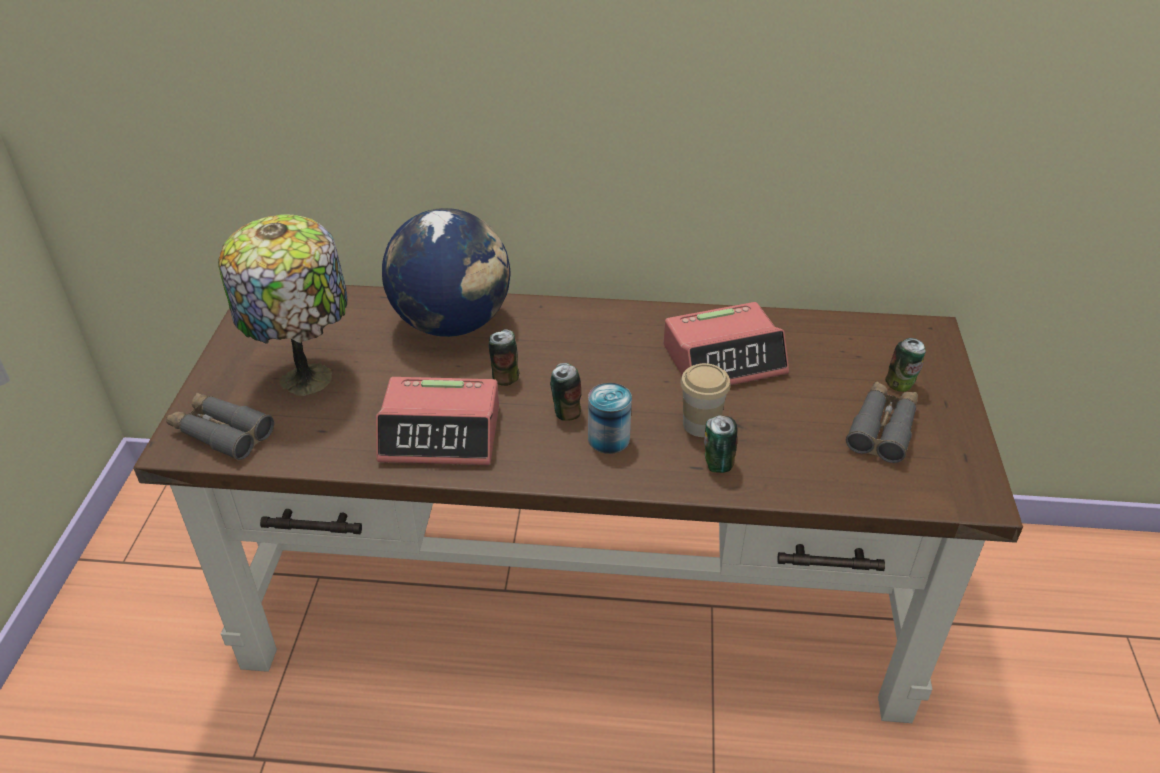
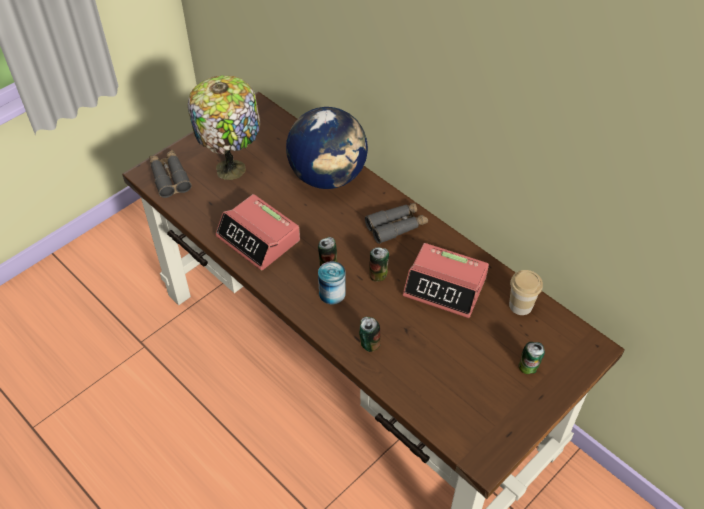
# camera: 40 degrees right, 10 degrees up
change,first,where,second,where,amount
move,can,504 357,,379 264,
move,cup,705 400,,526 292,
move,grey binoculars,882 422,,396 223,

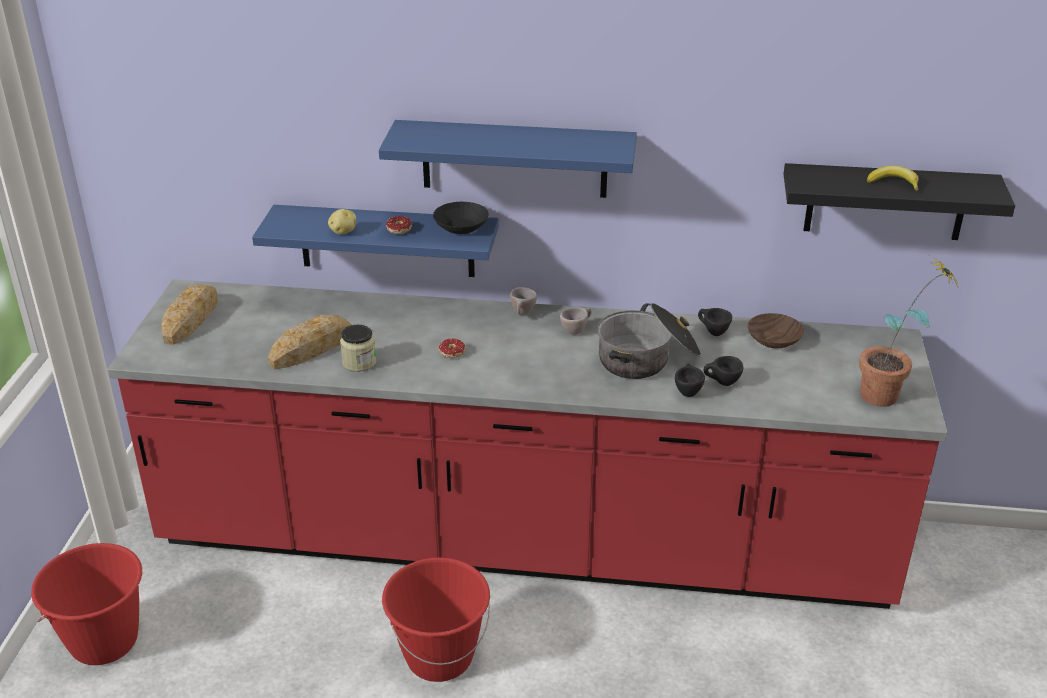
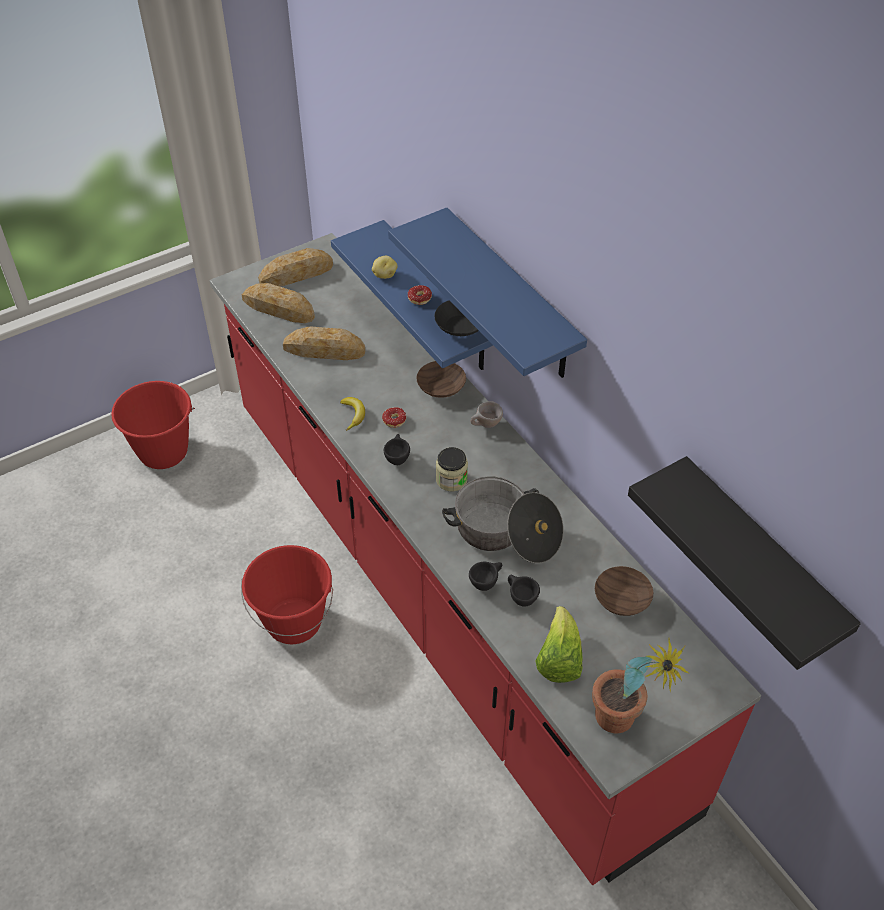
# camera: 50 degrees right, 15 degrees up
change,first,where,second,where,amount
move,banana,892 178,,352 414,
delete,beige cup,576 321,,,
move,black cup,715 322,,397 449,
move,jar,358 348,,452 469,
insert,,,bread,278 303,
insert,,,brown bowl,441 379,
insert,,,lettuce,559 644,

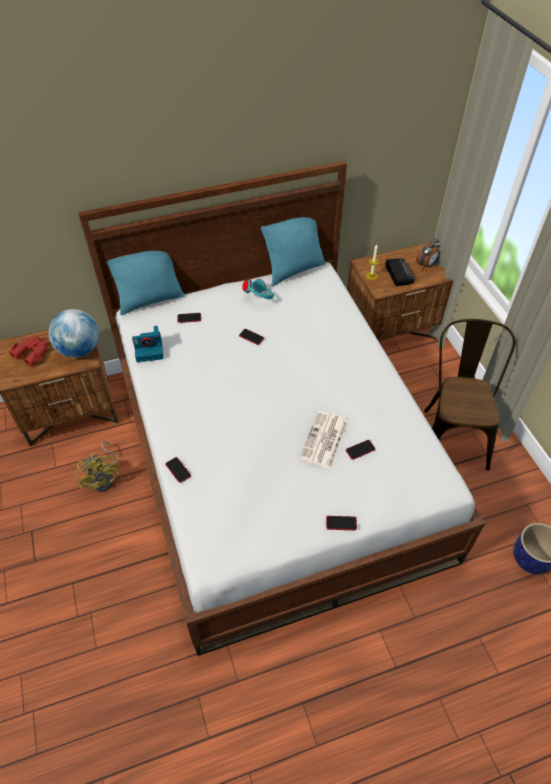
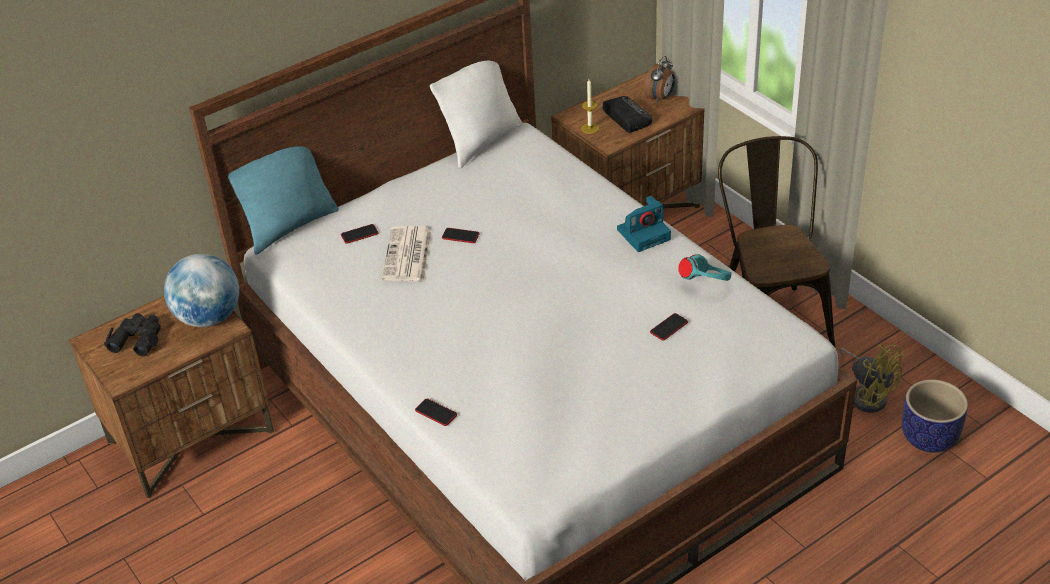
# camera: 15 degrees left, 10 degrees down
change,first,where,second,where,amount
recolor,turquoise pillow,293 251,white pillow,476 114,
move,turquoise headphones,258 289,,705 267,
move,photo camera,147 344,,644 224,
recolor,red binoculars,29 351,black binoculars,132 334,
move,newspaper,323 440,,407 253,
move,yellow fan,97 466,,871 378,
delete,phone,341 523,,,

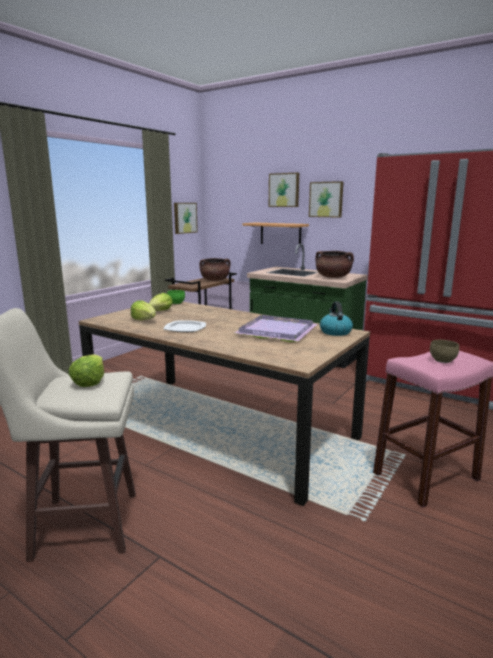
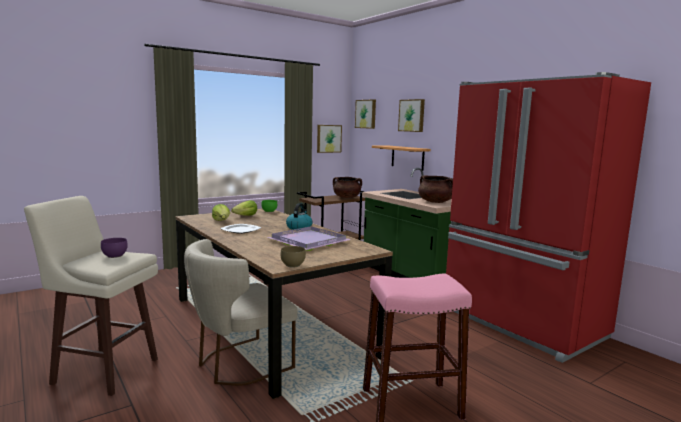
# camera: 20 degrees right, 5 degrees down
change,first,where,second,where,amount
move,picture,326 199,,365 114,
move,kettle,336 319,,299 216,
move,brown bowl,444 351,,293 256,
replace,lettuce,86 370,purple bowl,114 248,
insert,,,beige chair,241 312,

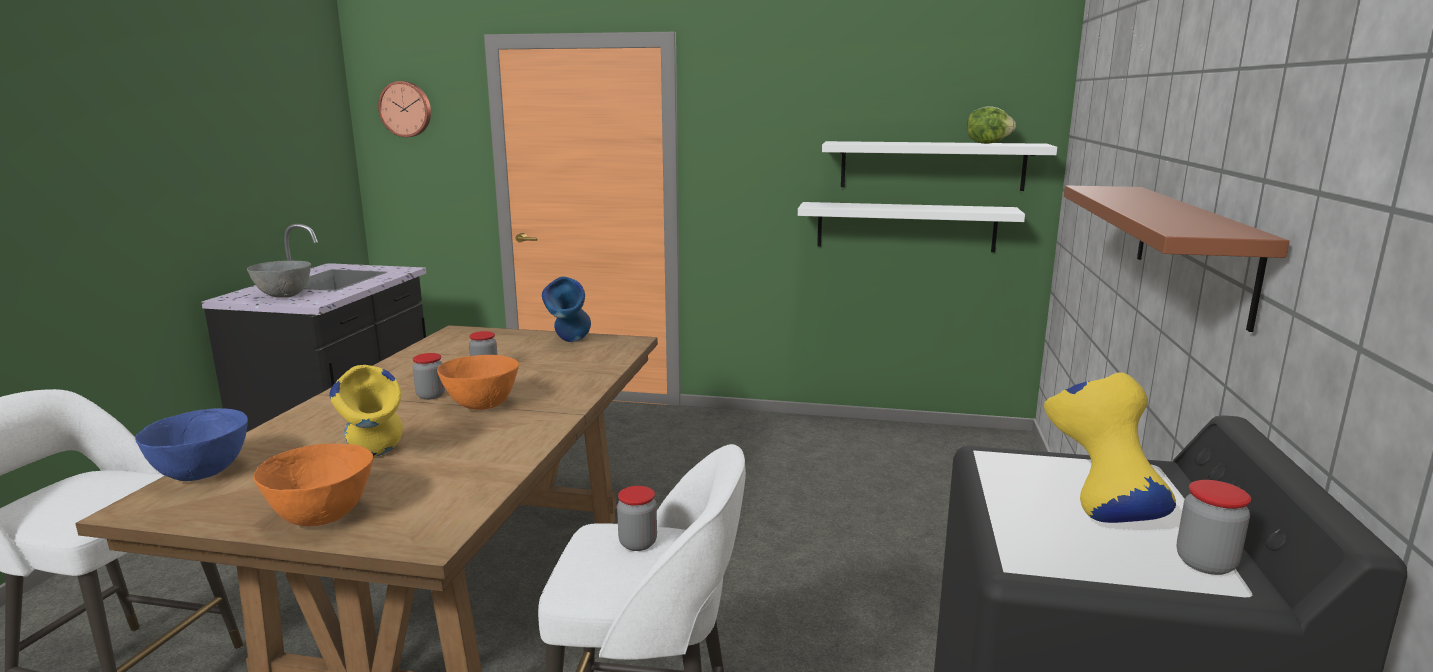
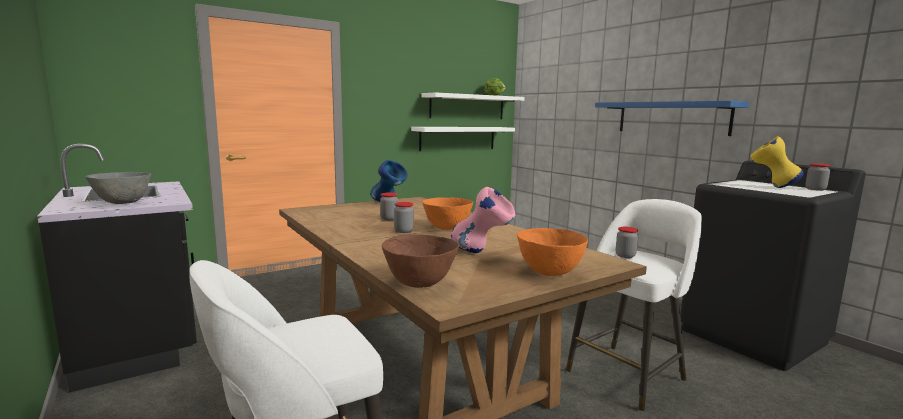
# camera: 45 degrees left, 5 degrees down
change,first,where,second,where,amount
delete,wall clock,404 109,,,
recolor,brown shelf,1176 258,blue shelf,672 118,
recolor,yellow vase,366 411,pink vase,483 220,
recolor,blue bowl,191 444,brown bowl,420 261,

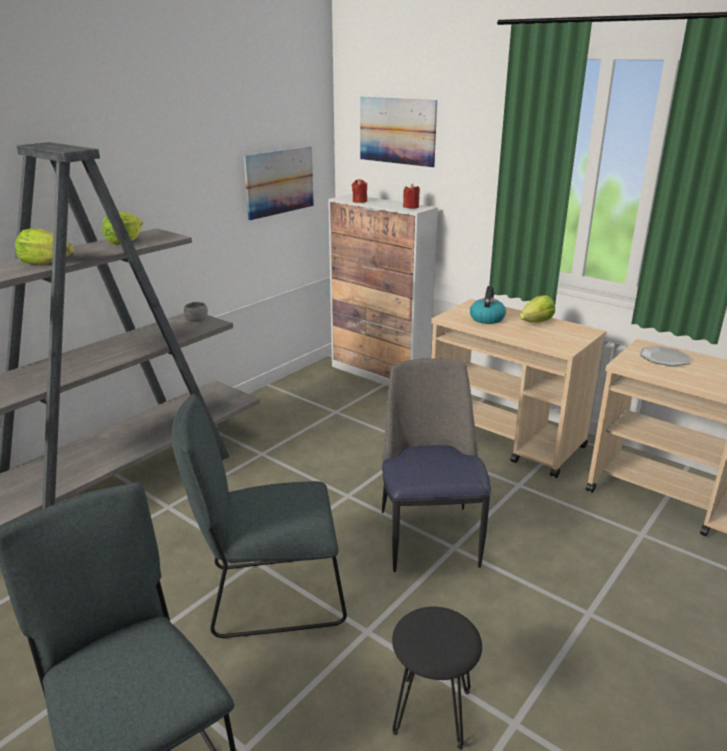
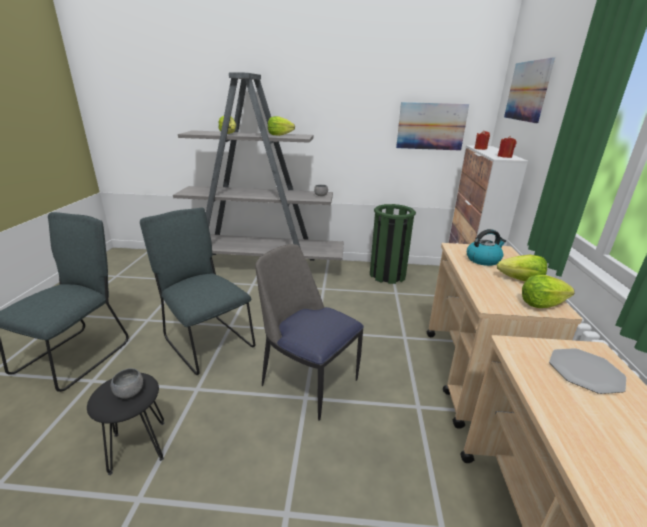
# camera: 55 degrees right, 0 degrees up
change,first,where,second,where,amount
rotate,chair,436 465,,309 332,105 degrees counterclockwise
insert,,,green trash can,393 244,
insert,,,lettuce,548 291,
insert,,,grey bowl,127 383,

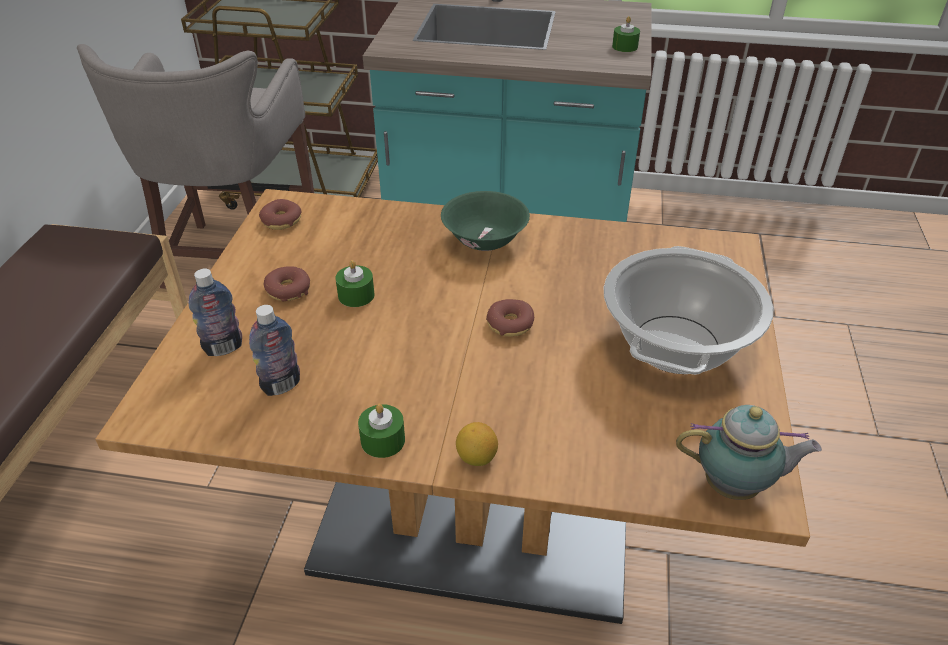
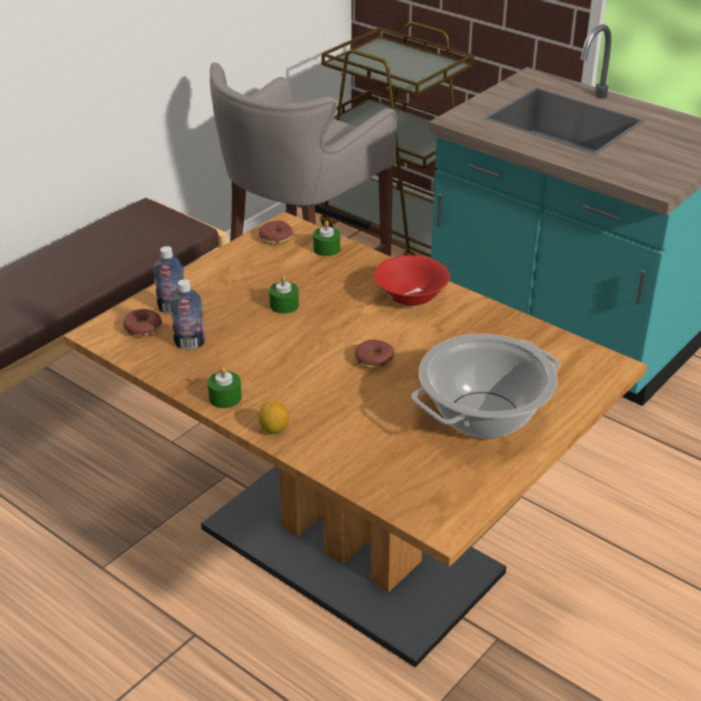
# camera: 30 degrees right, 5 degrees down
change,first,where,second,where,amount
move,green candle,626 34,,326 238,
recolor,green bowl,485 221,red bowl,412 280,
move,donut,287 283,,142 323,
delete,teapot,749 452,,,

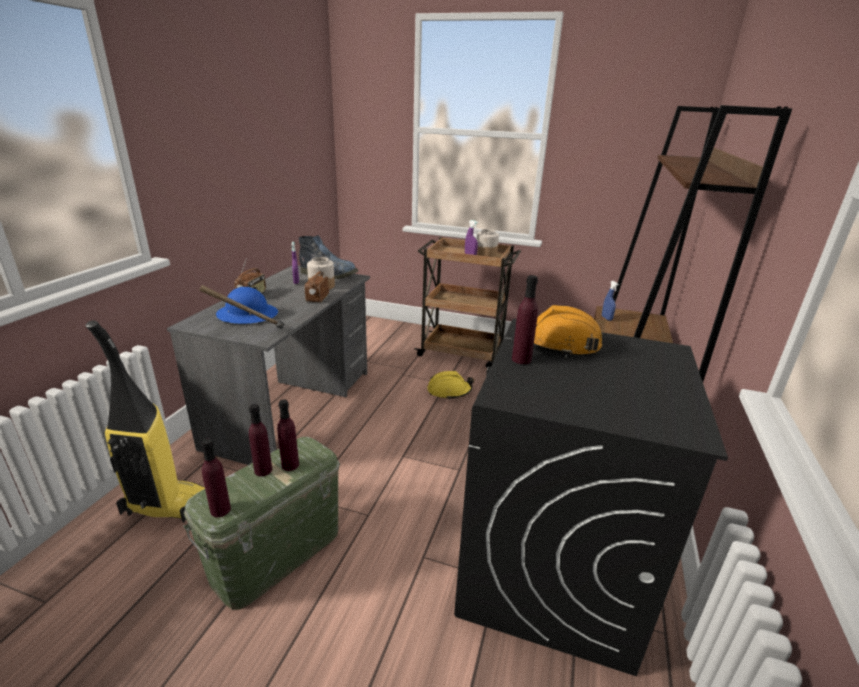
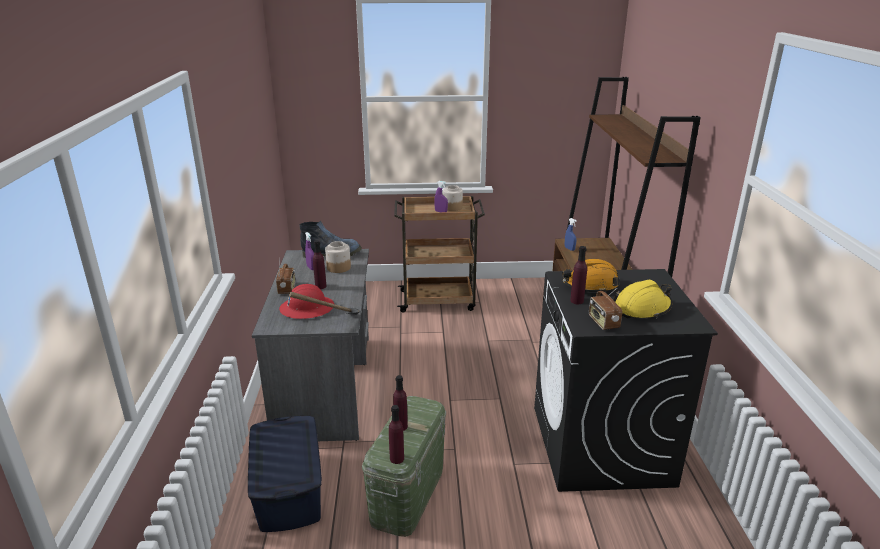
# camera: 20 degrees left, 0 degrees up
change,first,where,second,where,amount
move,radio,316 284,,605 309,
recolor,blue hard hat,247 305,red hard hat,306 301,
replace,vacuum cleaner,145 422,blue storage box,285 474,
move,yellow hard hat,450 385,,642 299,
move,purple bottle,288 435,,319 264,

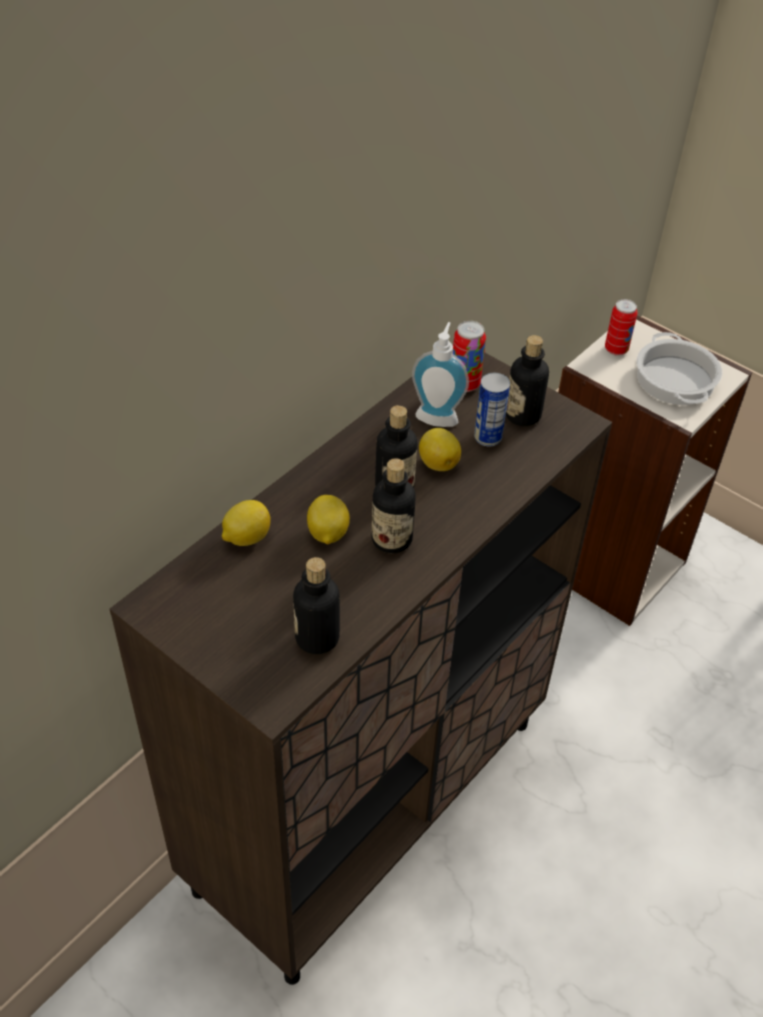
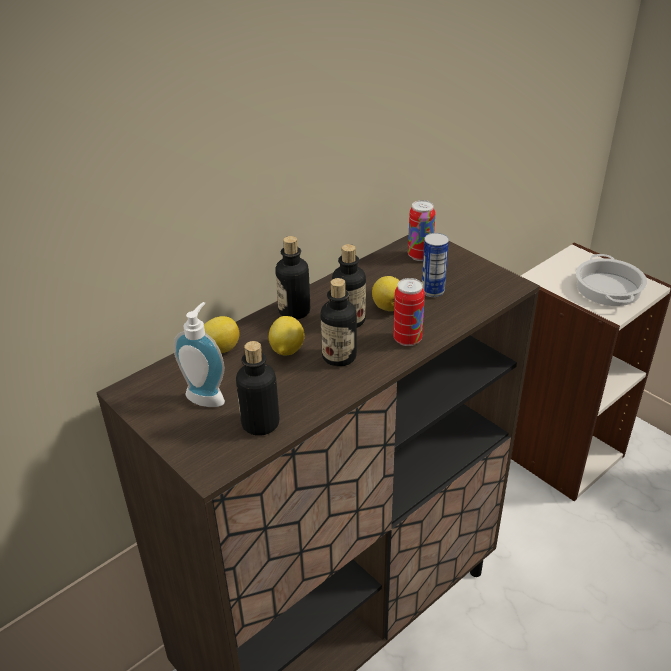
# camera: 10 degrees right, 10 degrees down
change,first,where,second,where,amount
move,can,621 327,,409 312,
move,soap dispenser,440 374,,199 354,
move,bottle,527 380,,292 277,

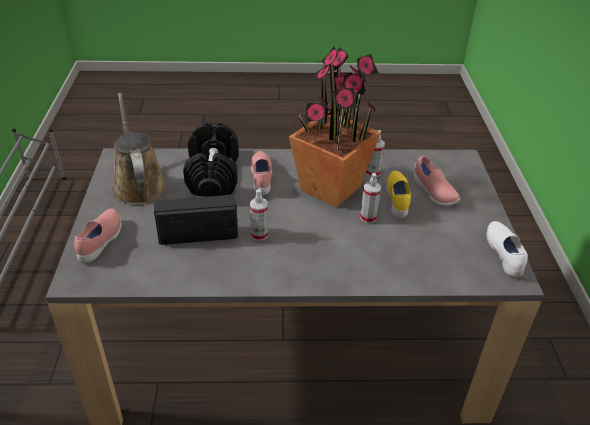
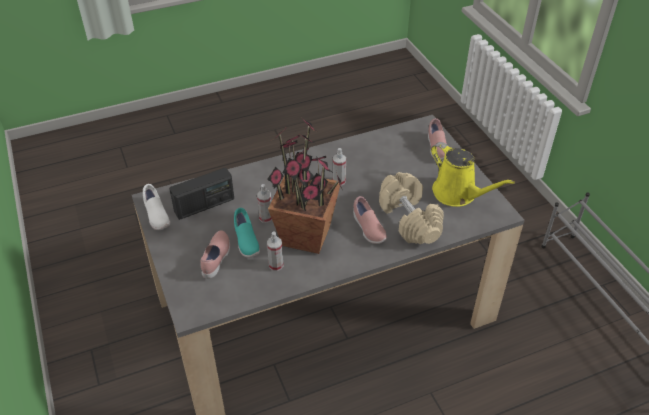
# camera: 160 degrees right, 5 degrees up
change,first,where,second,where,amount
recolor,brown watering can,139 149,yellow watering can,473 174,
recolor,black dumbbell,211 160,beige dumbbell,411 208,
rotate,pink shoe,437 181,,215 254,60 degrees clockwise
recolor,yellow shoe,398 194,turquoise shoe,247 233,
move,radio,196 220,,201 194,

